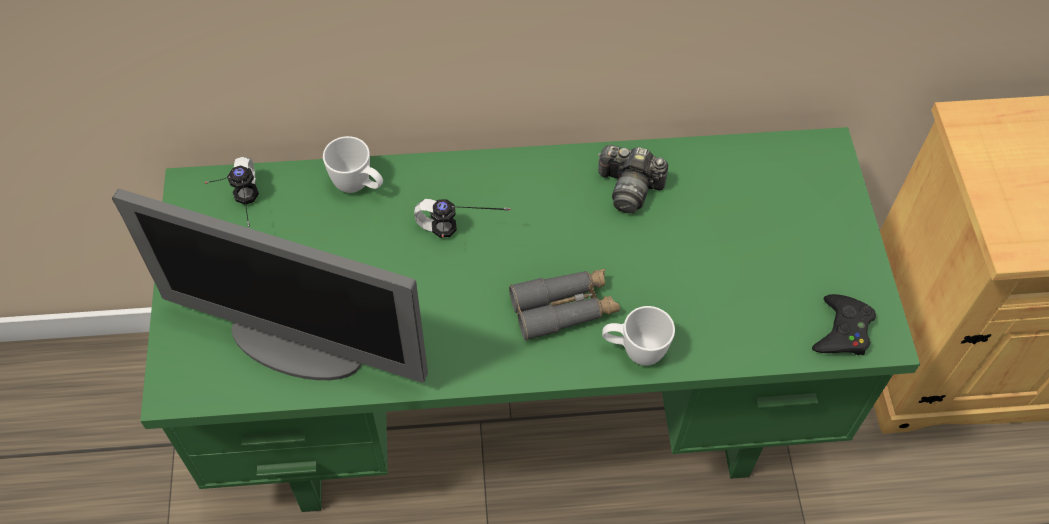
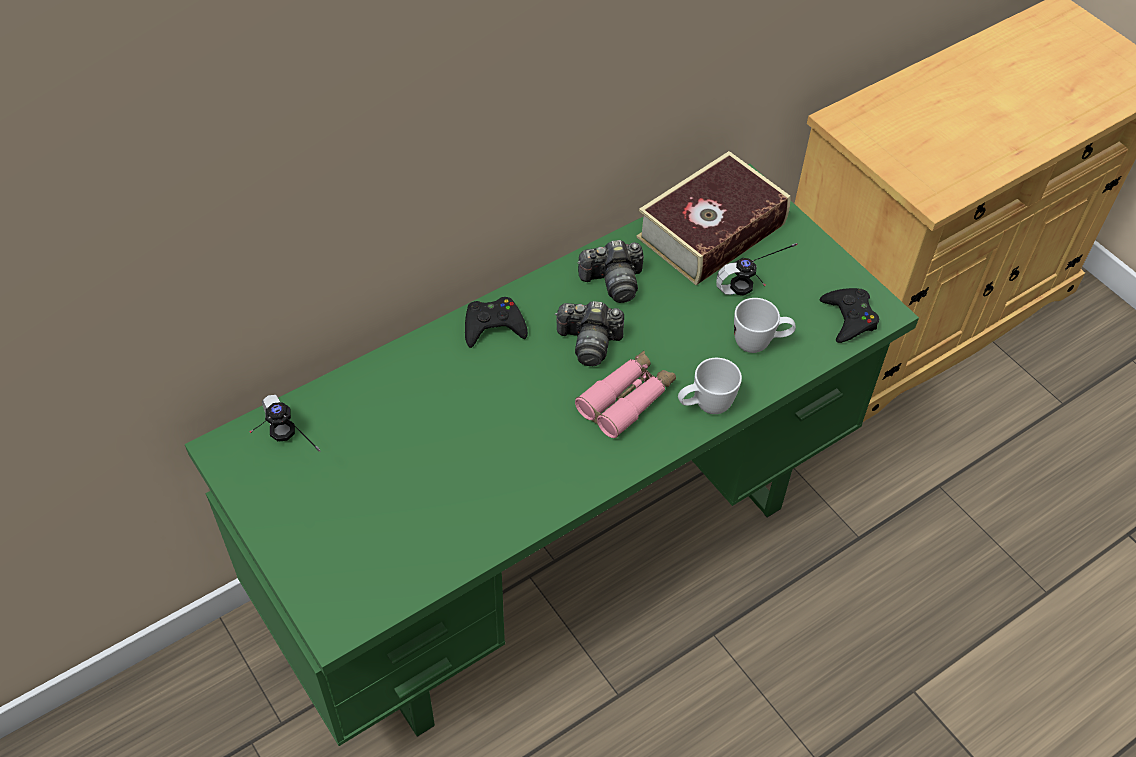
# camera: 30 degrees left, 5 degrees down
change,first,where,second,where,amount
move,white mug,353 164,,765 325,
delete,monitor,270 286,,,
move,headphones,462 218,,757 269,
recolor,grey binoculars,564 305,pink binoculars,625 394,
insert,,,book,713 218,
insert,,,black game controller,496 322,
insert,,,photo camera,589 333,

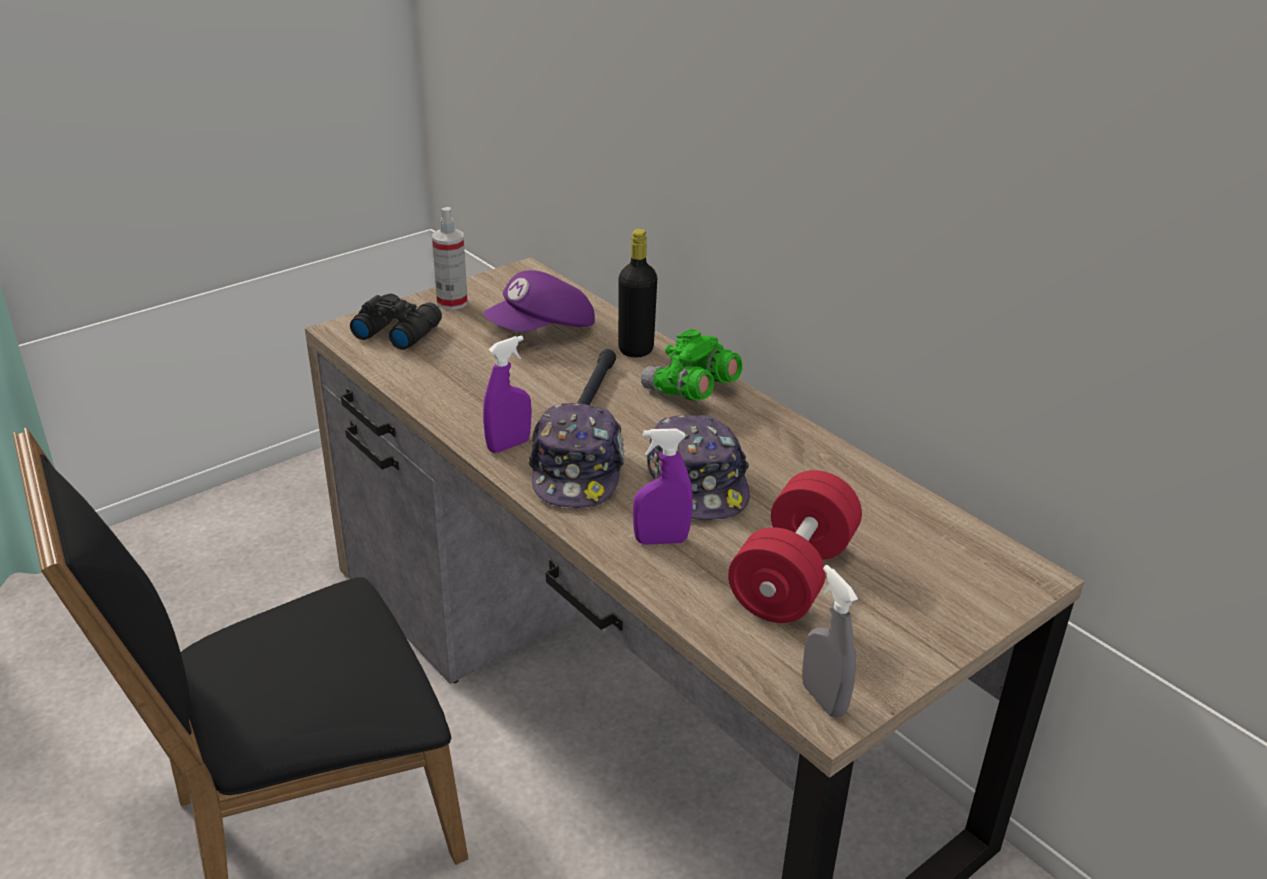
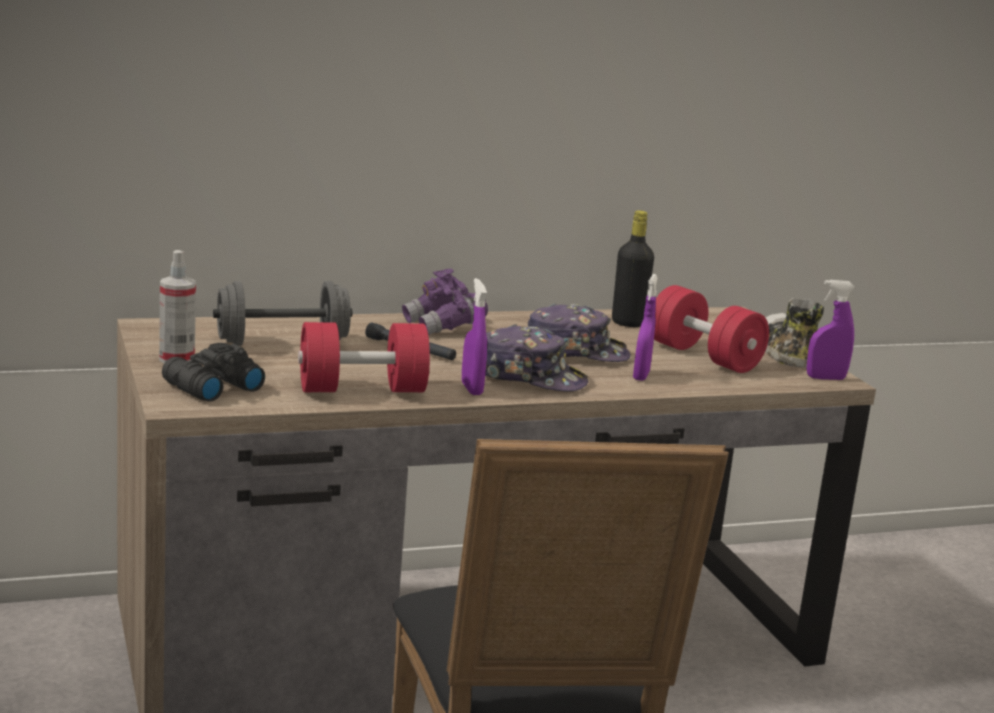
# camera: 70 degrees left, 15 degrees down
change,first,where,second,where,amount
move,black bottle,637 293,,633 268,
replace,purple cap,539 301,grey dumbbell,282 313,
recolor,green binoculars,691 365,purple binoculars,445 302,
recolor,grey spray bottle,830 641,purple spray bottle,831 330,
insert,,,shoe,794 333,
insert,,,red dumbbell,364 357,

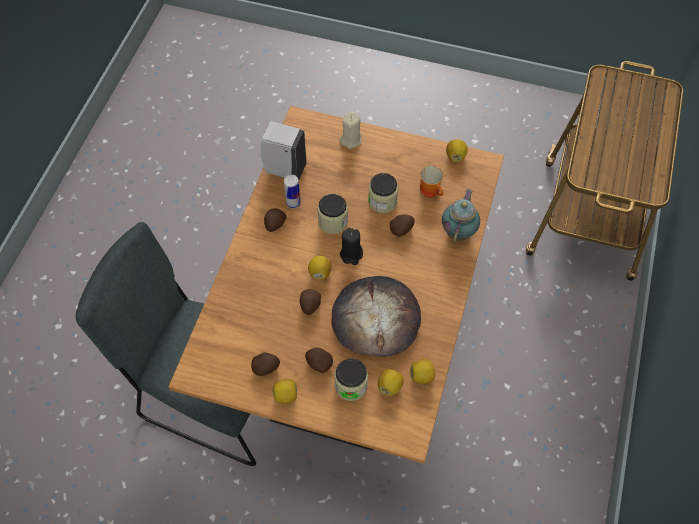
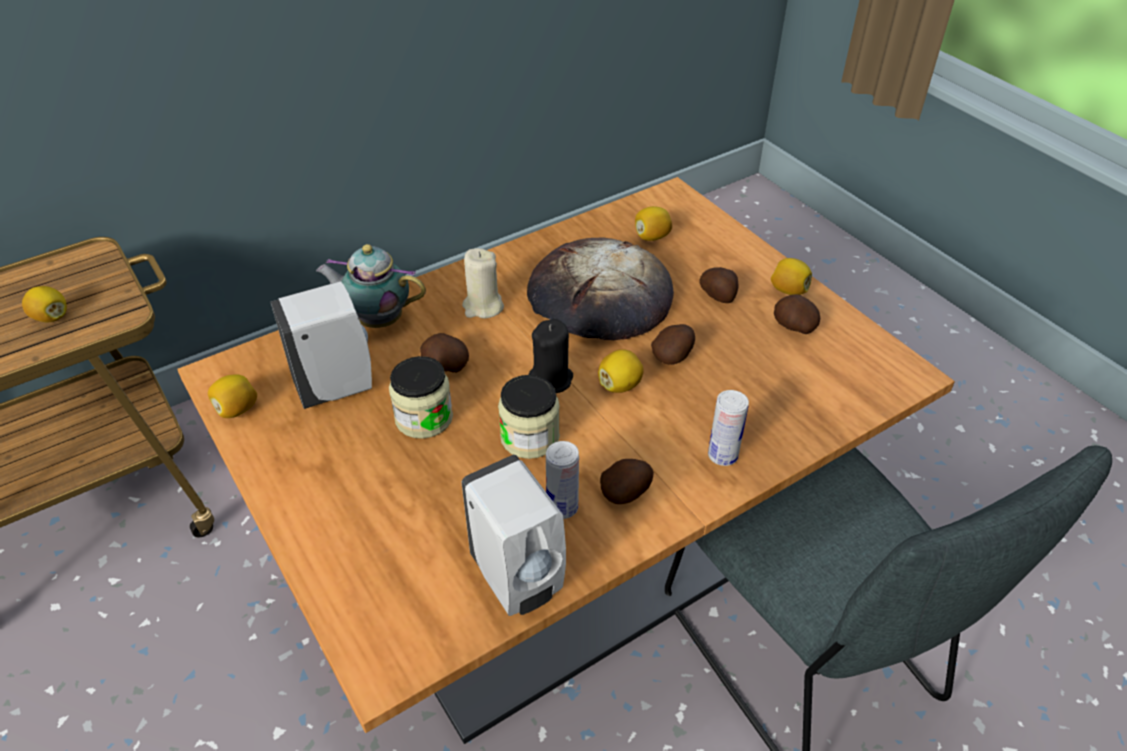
# camera: 140 degrees left, 15 degrees down
change,first,where,second,where,amount
move,beige candle,351 130,,483 283,
replace,mug,432 181,white soap dispenser,321 345,
rotate,teapot,461 216,,371 286,45 degrees clockwise
delete,jar,351 380,,,
move,lemon,422 371,,44 304,
insert,,,can,728 428,

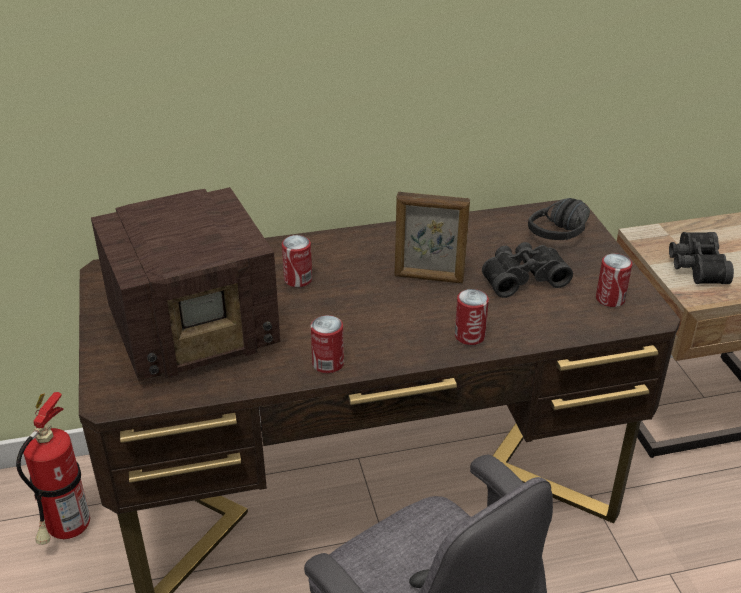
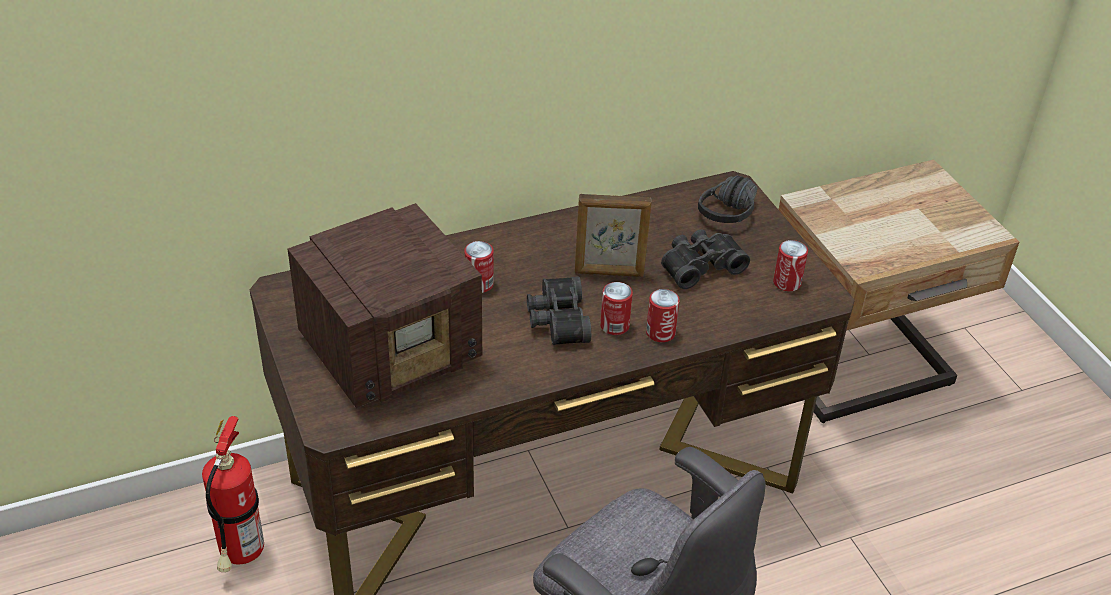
# camera: 10 degrees left, 5 degrees up
change,first,where,second,where,amount
move,black binoculars,701 258,,559 311,
move,can,327 344,,616 308,

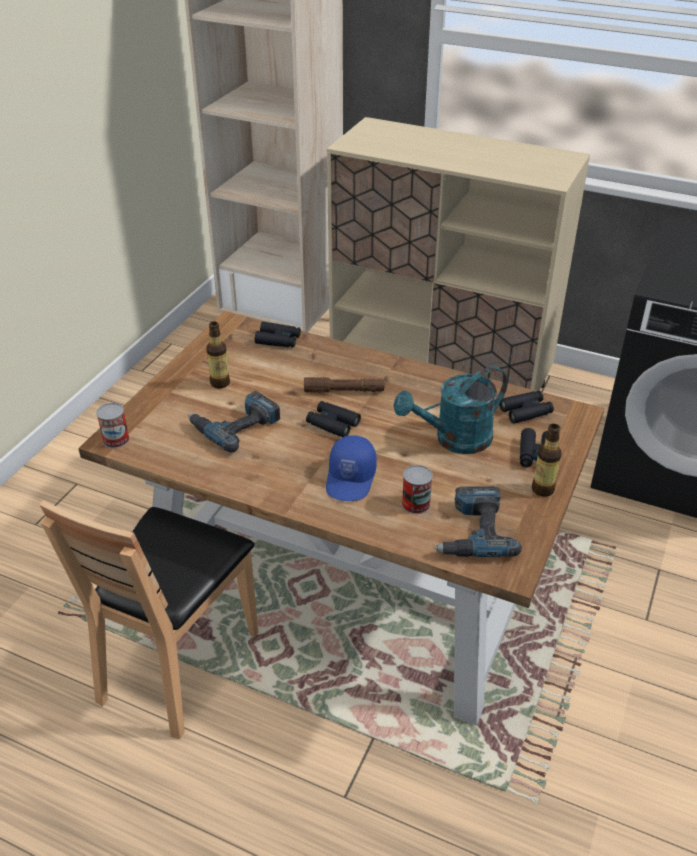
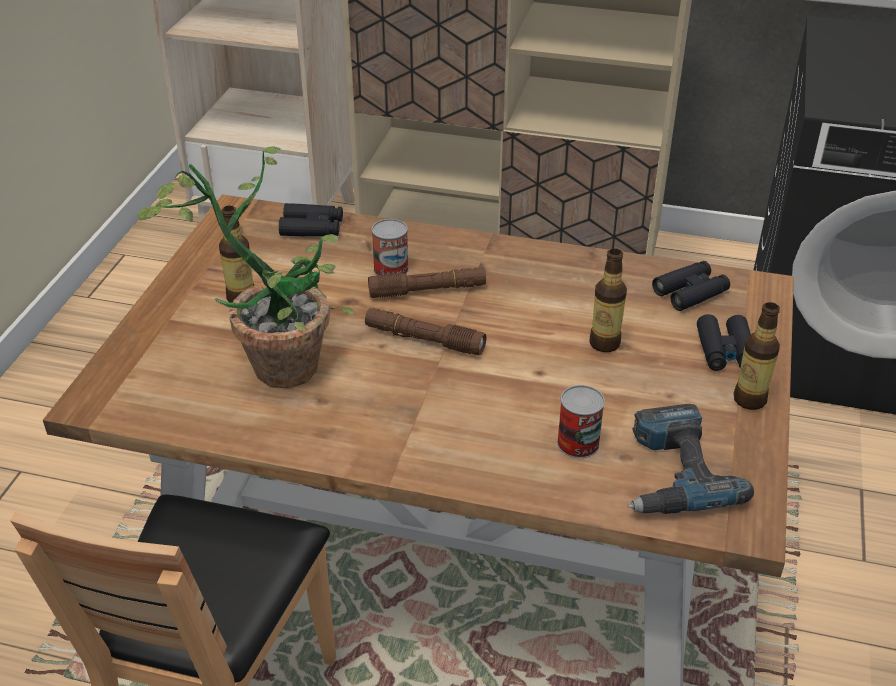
# camera: 10 degrees left, 0 degrees up
change,first,where,second,where,amount
replace,turquoise watering can,450 410,bottle,608 300,
replace,power drill,234 422,potted plant,246 267,
replace,black binoculars,333 419,brown flashlight,425 331,
move,can,112 425,,390 247,
delete,blue cap,351 468,,,

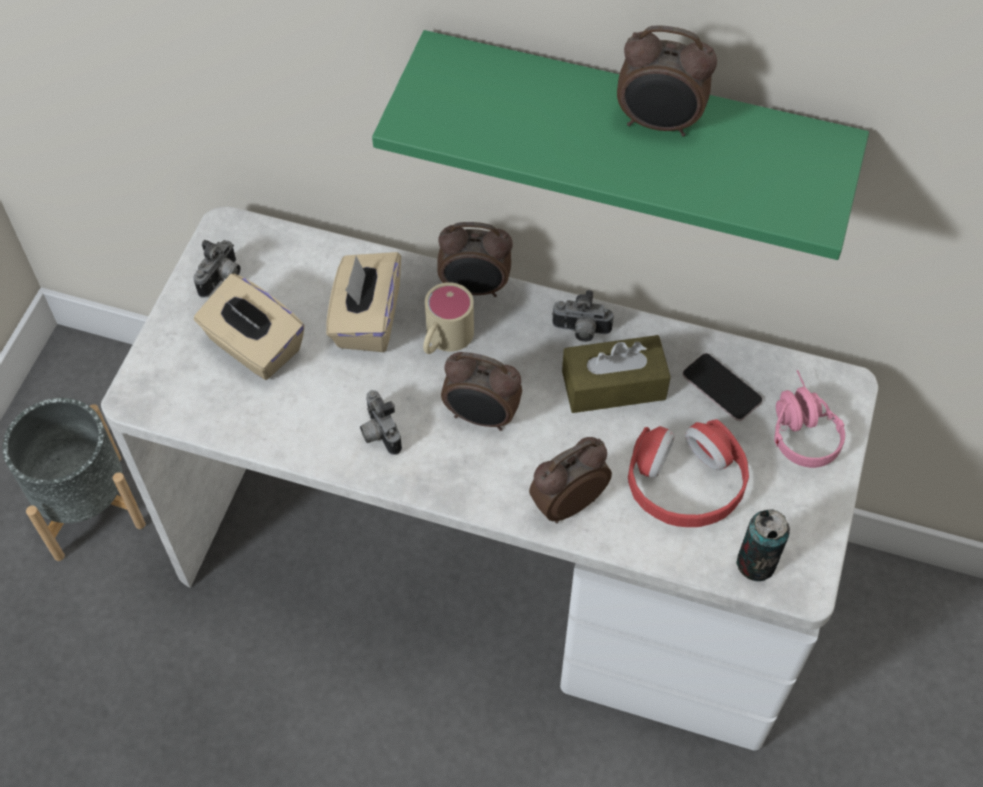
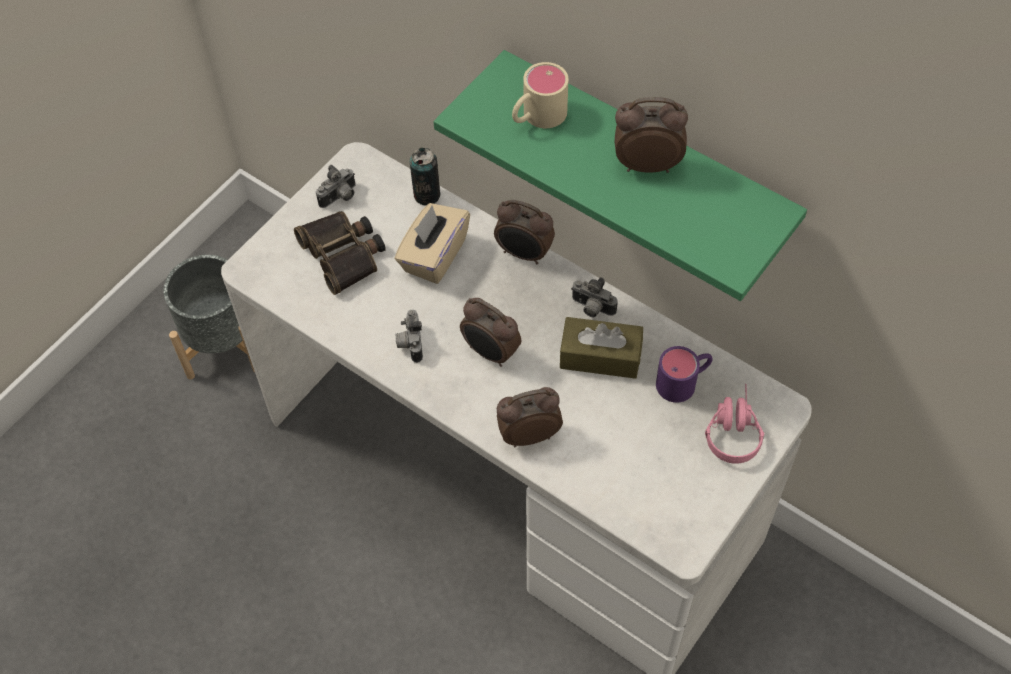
# camera: 20 degrees right, 0 degrees up
change,first,where,second,where,amount
rotate,alarm clock,667 80,,651 135,150 degrees clockwise
replace,beige tissue box,249 326,binoculars,340 253,
move,beige mug,448 318,,540 95,
replace,phone,722 387,purple mug,684 374,
delete,red headphones,688 473,,,
move,can,763 545,,425 177,

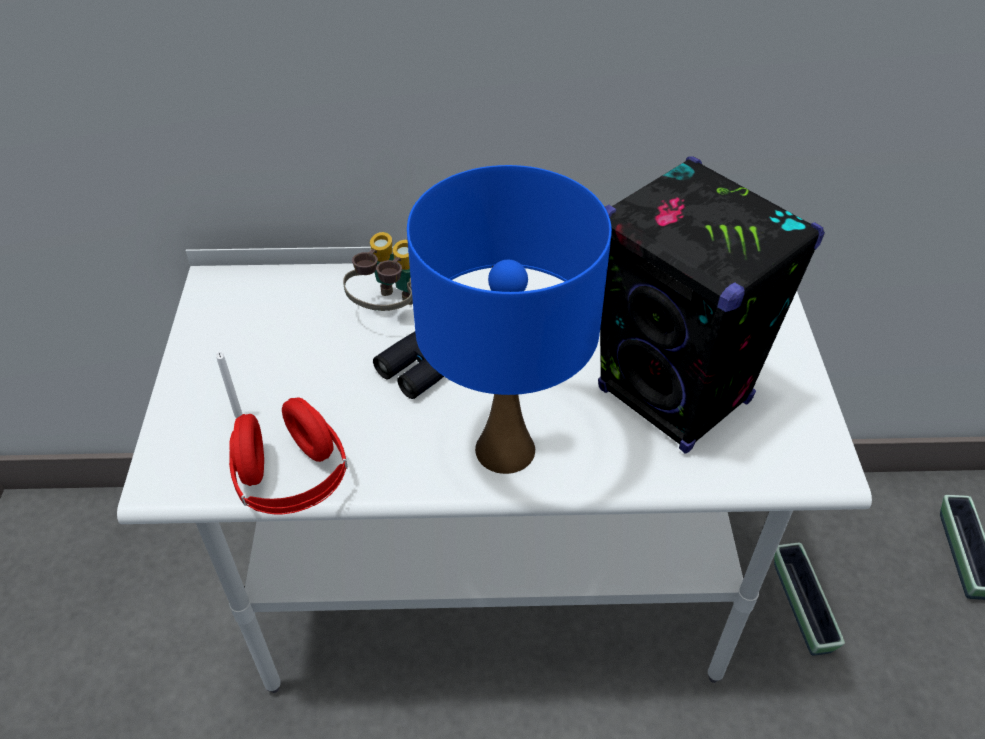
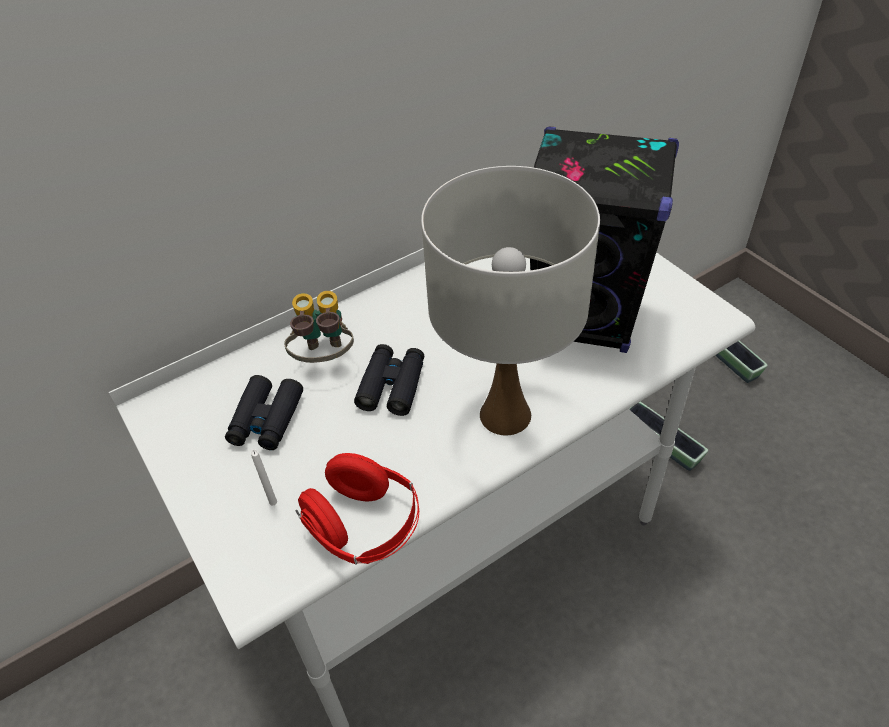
# camera: 30 degrees left, 0 degrees up
change,first,where,second,where,amount
recolor,blue table lamp,509 319,white table lamp,510 301,
insert,,,black binoculars,264 412,

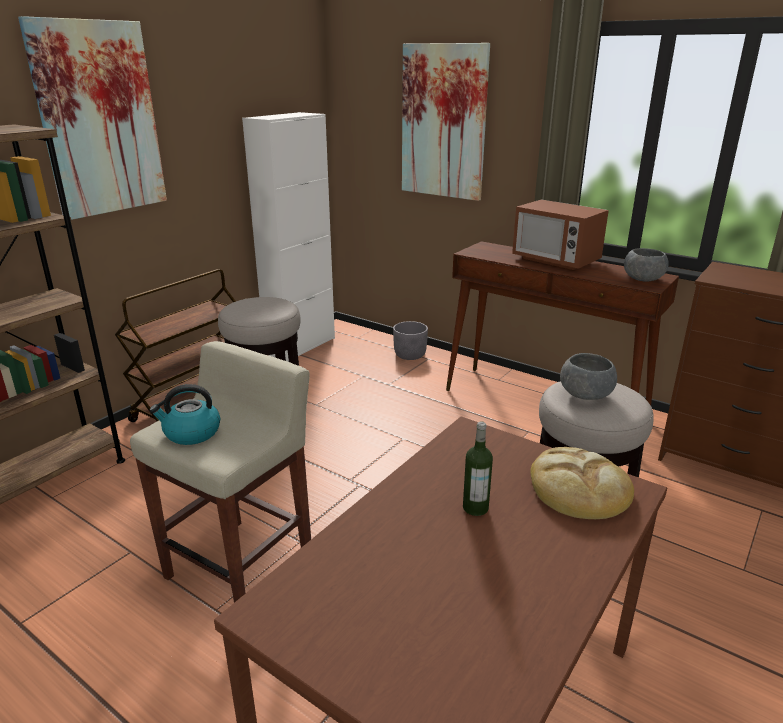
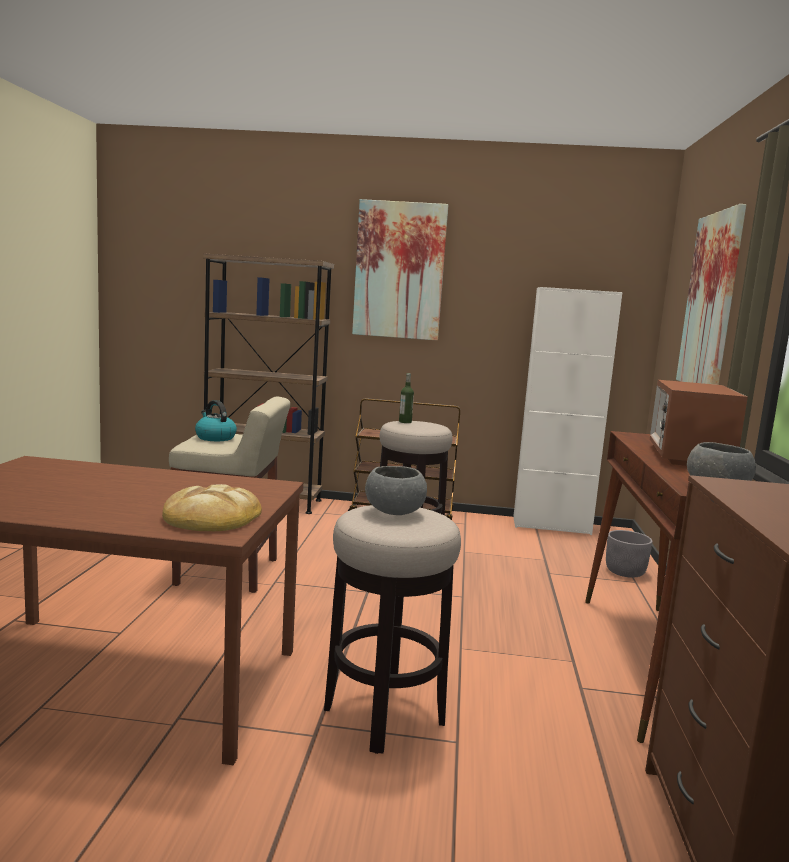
# camera: 60 degrees right, 15 degrees down
change,first,where,second,where,amount
move,bottle,478 469,,406 398,

